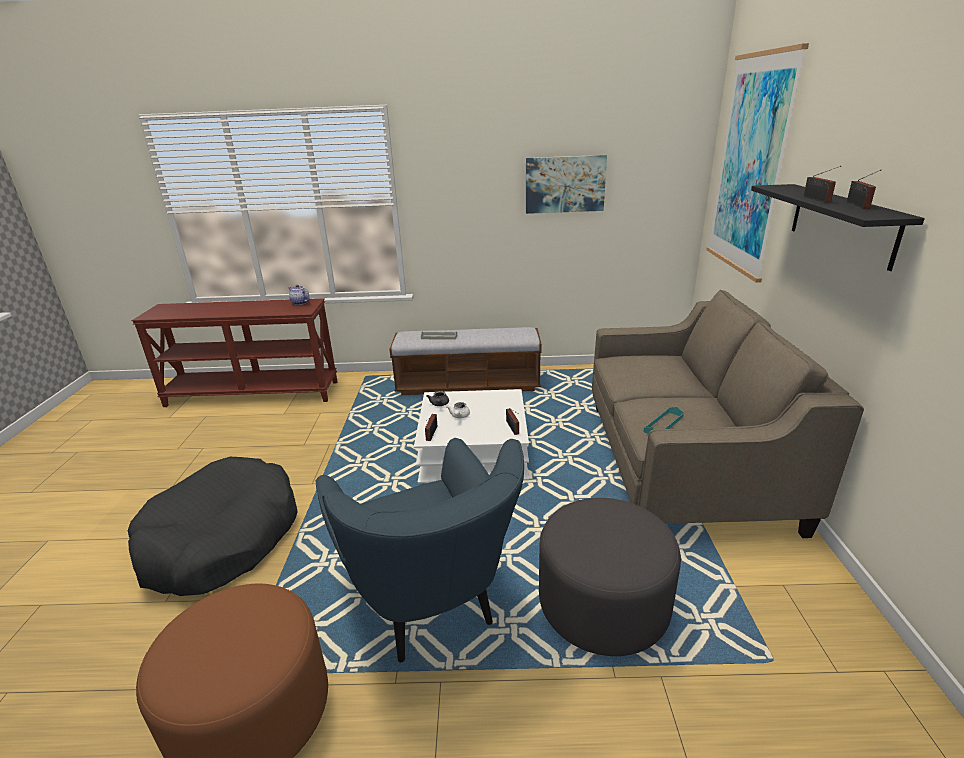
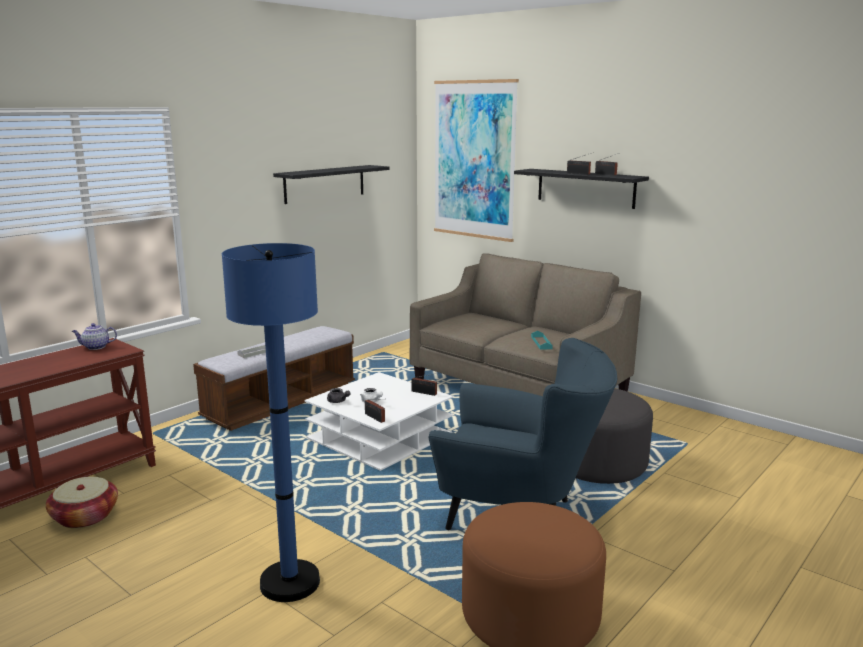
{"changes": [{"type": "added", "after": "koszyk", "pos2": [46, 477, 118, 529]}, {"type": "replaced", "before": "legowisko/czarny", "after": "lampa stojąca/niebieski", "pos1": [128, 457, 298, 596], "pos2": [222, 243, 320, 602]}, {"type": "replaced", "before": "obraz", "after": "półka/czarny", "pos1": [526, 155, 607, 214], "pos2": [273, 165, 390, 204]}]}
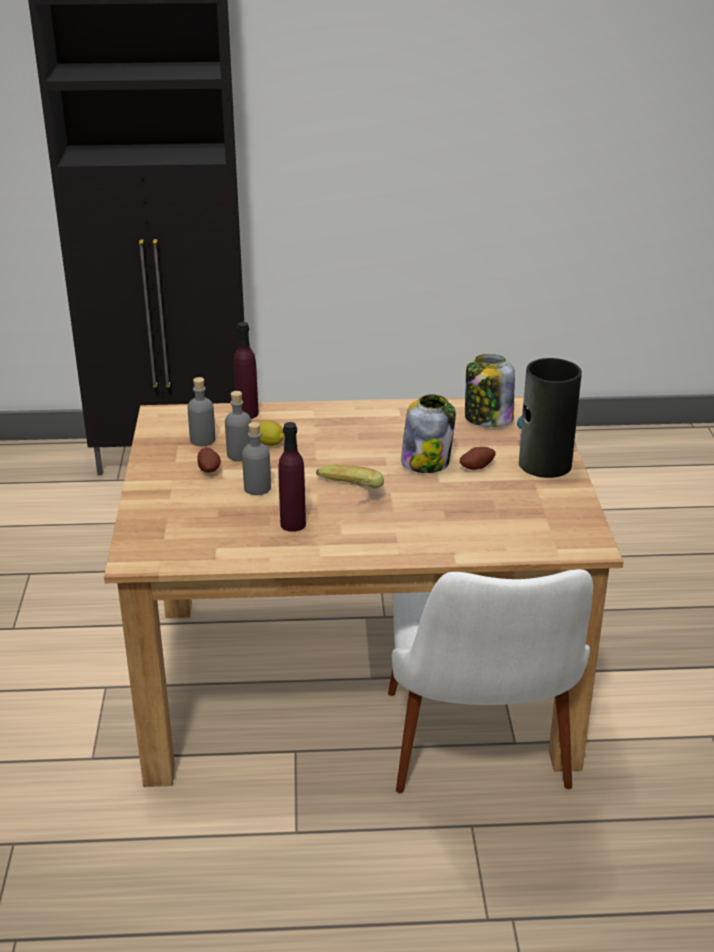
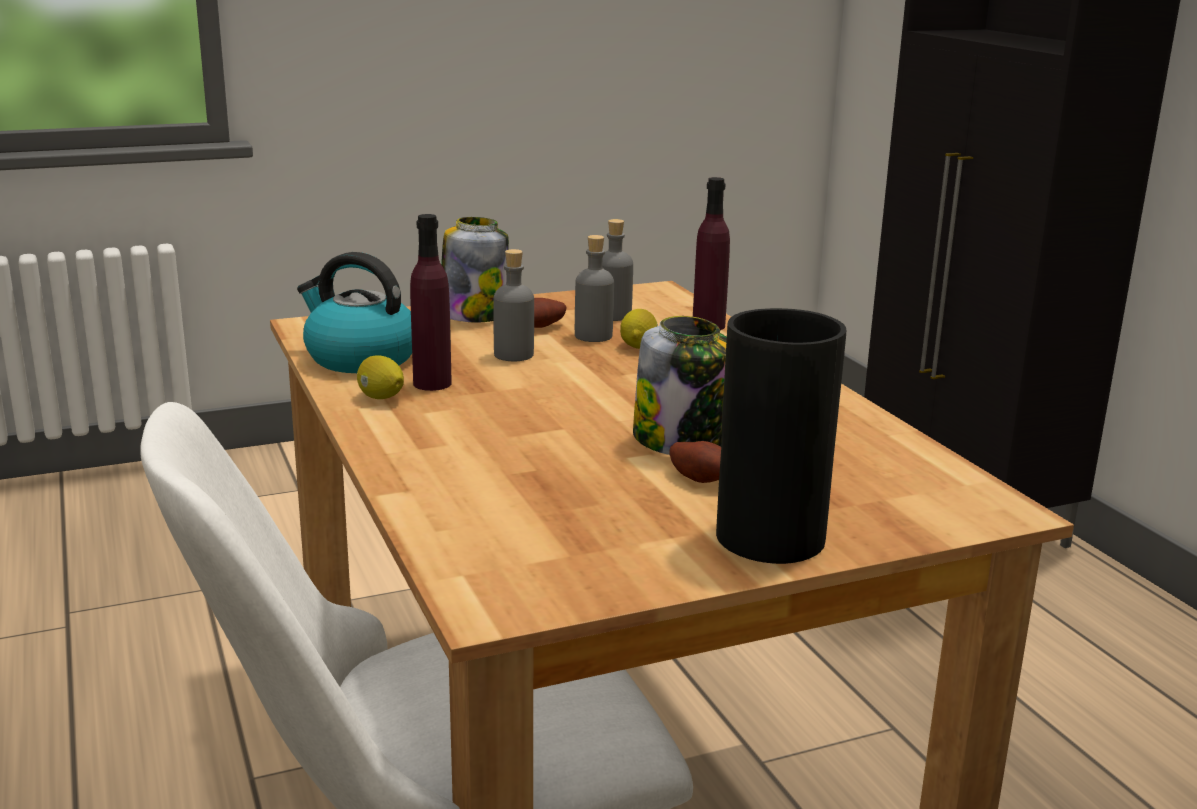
{"changes": [{"type": "removed", "before": "banan", "pos1": [316, 465, 384, 488]}, {"type": "added", "after": "czajnik", "pos2": [297, 252, 412, 373]}, {"type": "added", "after": "cytryna", "pos2": [357, 355, 404, 399]}, {"type": "moved", "before": "słoik", "pos1": [465, 354, 515, 427], "pos2": [441, 217, 509, 323]}]}
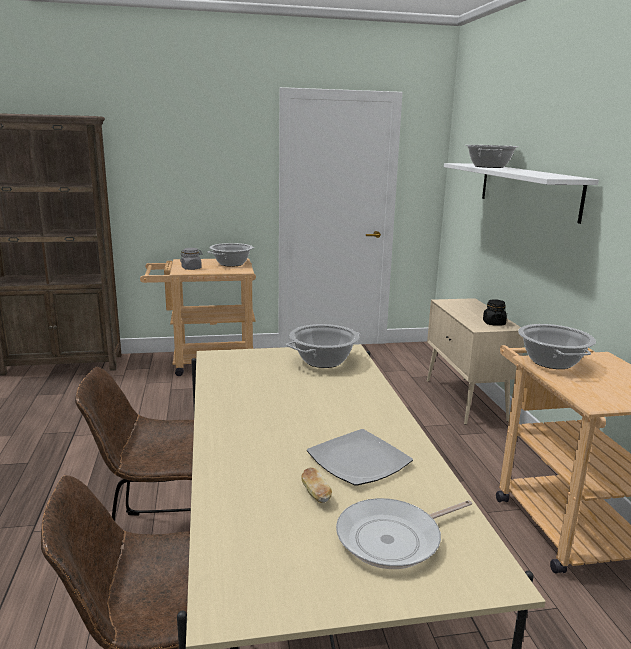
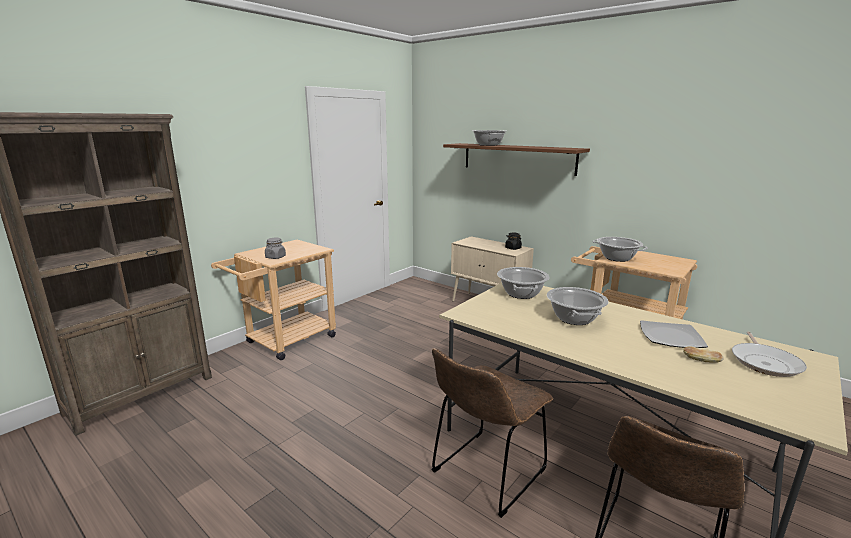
{"changes": [{"type": "moved", "before": "garnek", "pos1": [208, 243, 254, 267], "pos2": [547, 287, 609, 325]}, {"type": "recoloured", "before": "półka/biały", "after": "półka/brązowy", "pos1": [444, 163, 599, 224], "pos2": [443, 143, 590, 176]}]}
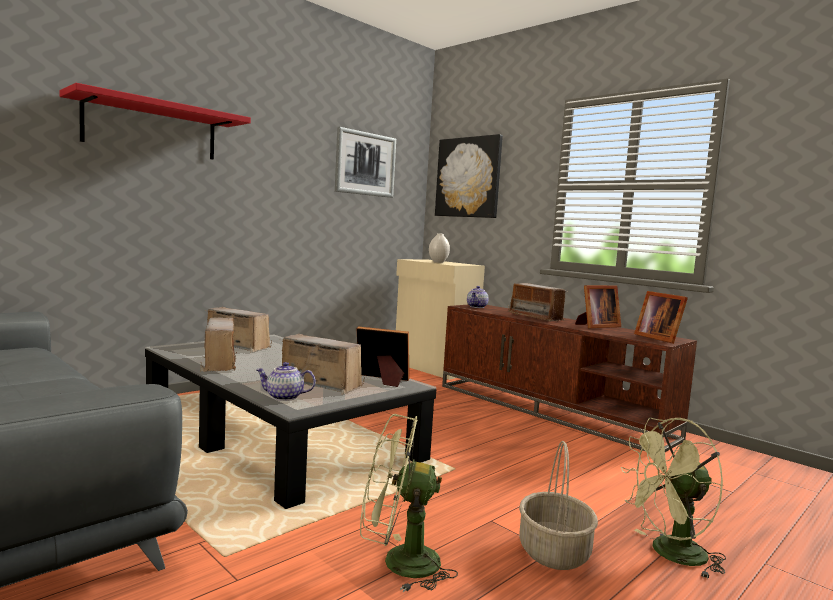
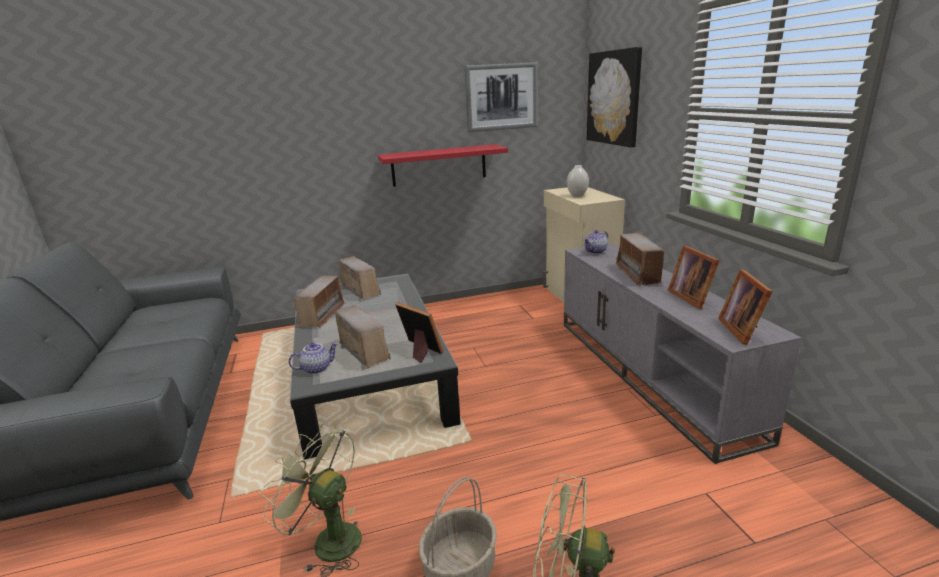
{"changes": [{"type": "moved", "before": "półka/czerwony", "pos1": [59, 83, 251, 160], "pos2": [377, 144, 508, 187]}, {"type": "recoloured", "before": "szafka pod telewizor/brązowy", "after": "szafka pod telewizor/szary", "pos1": [442, 304, 697, 452], "pos2": [564, 243, 801, 464]}, {"type": "turned", "before": "imbryk", "pos1": [256, 362, 316, 401], "pos2": [288, 342, 338, 374], "turn": 120}, {"type": "turned", "before": "ramka na zdjęcie", "pos1": [575, 285, 621, 328], "pos2": [668, 245, 720, 309], "turn": 75}]}
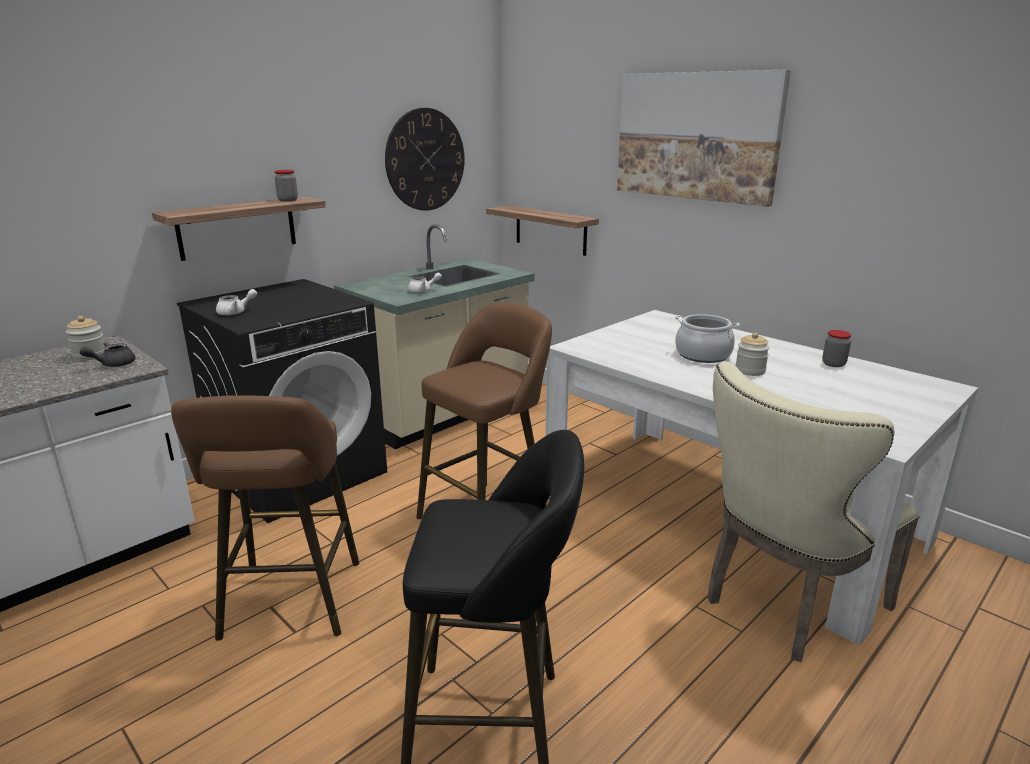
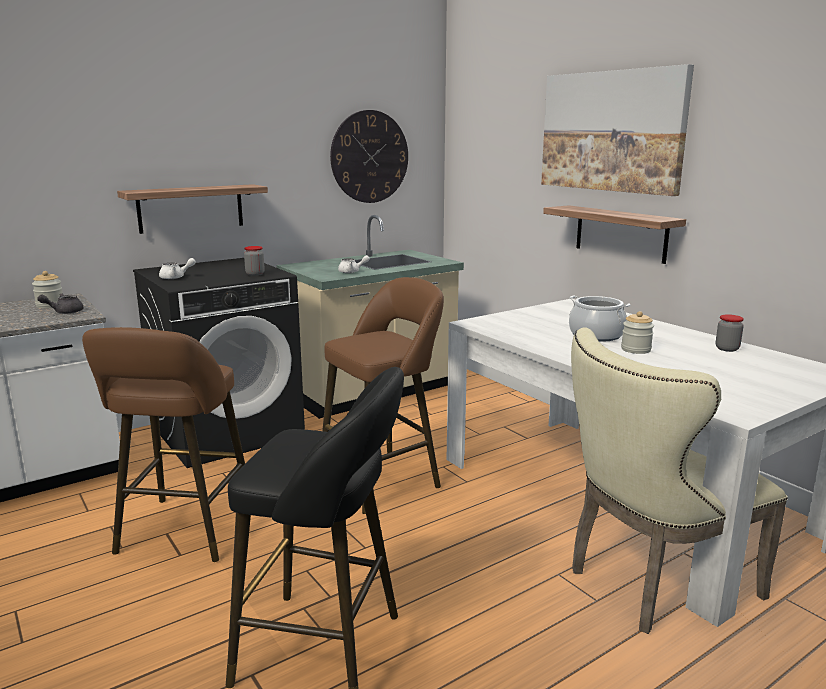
{"changes": [{"type": "moved", "before": "słoik", "pos1": [275, 170, 298, 202], "pos2": [244, 246, 265, 276]}, {"type": "moved", "before": "półka", "pos1": [486, 205, 599, 256], "pos2": [543, 205, 686, 264]}]}
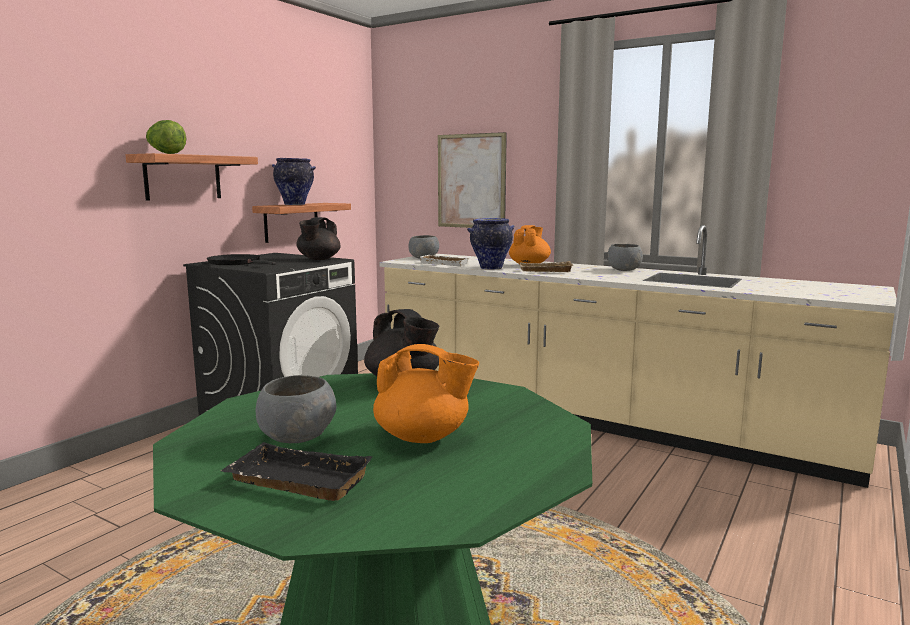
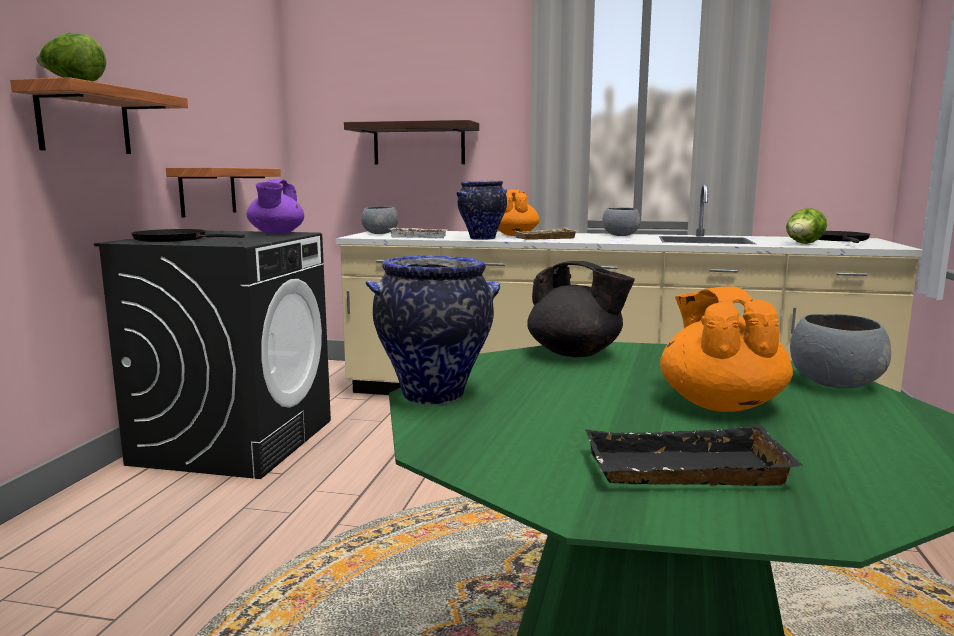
{"changes": [{"type": "added", "after": "sałata", "pos2": [786, 208, 827, 244]}, {"type": "added", "after": "patelnia/czarny", "pos2": [818, 231, 870, 243]}, {"type": "moved", "before": "miska/szary", "pos1": [256, 375, 336, 443], "pos2": [790, 314, 891, 388]}, {"type": "moved", "before": "wazon", "pos1": [272, 158, 316, 205], "pos2": [366, 255, 500, 405]}, {"type": "replaced", "before": "obraz", "after": "półka", "pos1": [438, 132, 507, 228], "pos2": [344, 120, 479, 164]}, {"type": "recoloured", "before": "imbryk/czarny", "after": "imbryk/fioletowy", "pos1": [296, 217, 341, 260], "pos2": [247, 179, 304, 234]}, {"type": "turned", "before": "imbryk/pomarańczowy", "pos1": [373, 344, 479, 443], "pos2": [660, 286, 793, 412], "turn": -90}]}
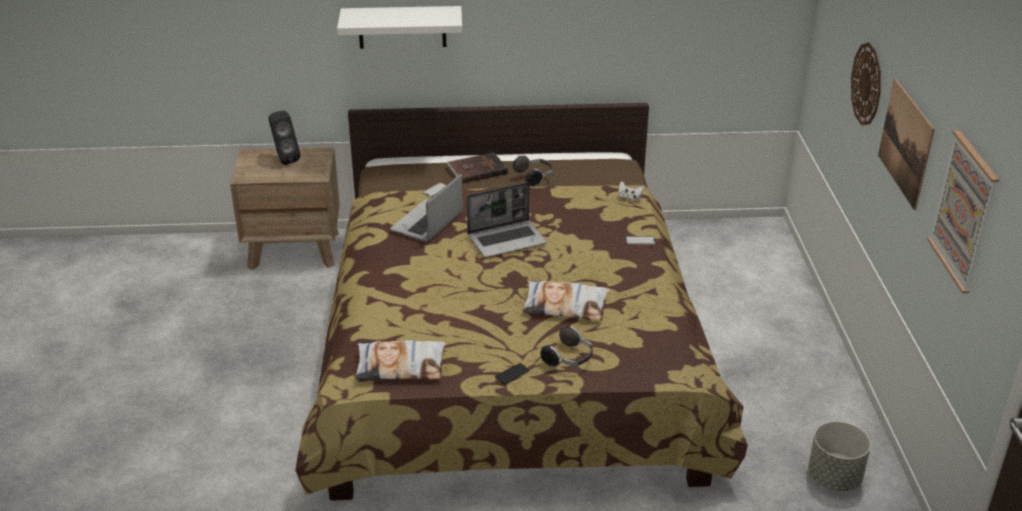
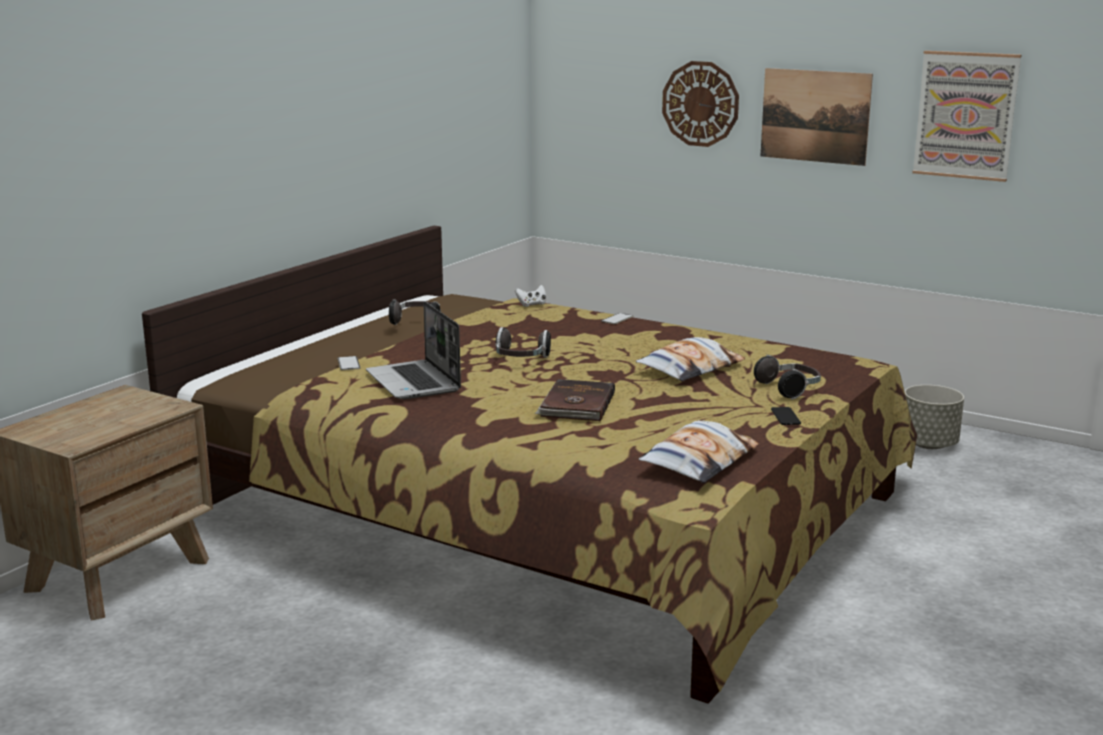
{"changes": [{"type": "removed", "before": "głośnik/czarny", "pos1": [269, 110, 301, 165]}, {"type": "removed", "before": "półka/biały", "pos1": [337, 6, 462, 49]}, {"type": "moved", "before": "książka/brązowy", "pos1": [447, 153, 508, 183], "pos2": [535, 379, 615, 421]}, {"type": "replaced", "before": "laptop", "after": "słuchawki", "pos1": [467, 182, 547, 257], "pos2": [495, 327, 551, 358]}]}
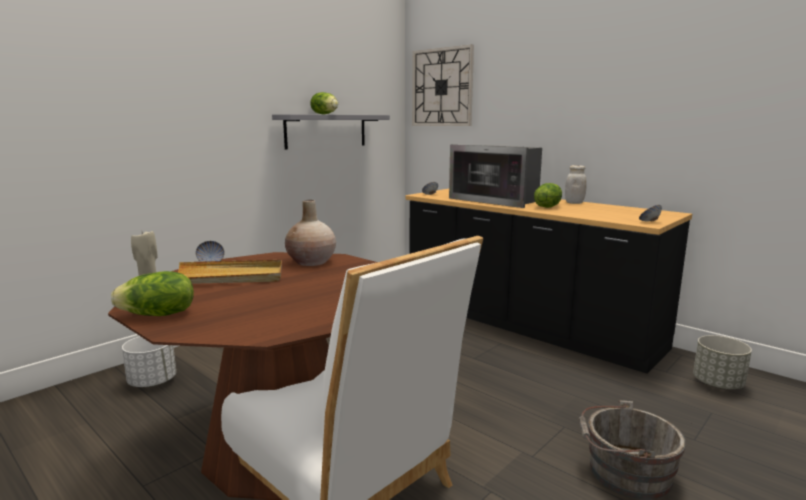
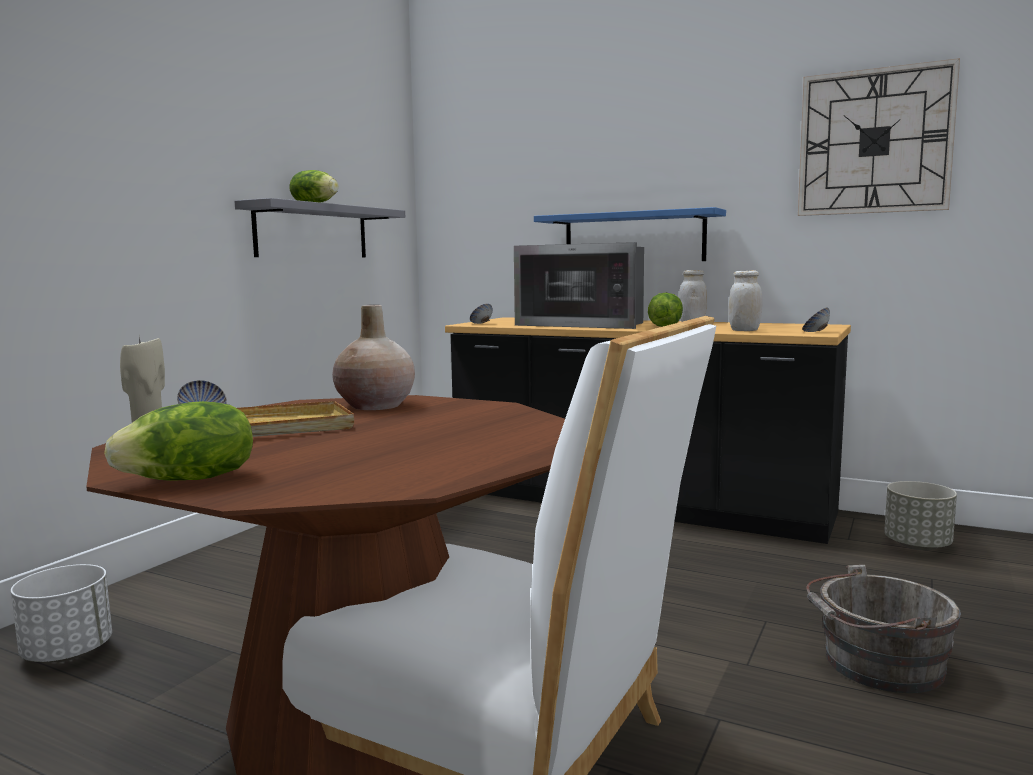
{"changes": [{"type": "added", "after": "półka/niebieski", "pos2": [534, 207, 726, 261]}, {"type": "added", "after": "słoik/biały", "pos2": [728, 270, 762, 331]}, {"type": "moved", "before": "zegar ścienny", "pos1": [412, 44, 474, 126], "pos2": [798, 58, 960, 216]}]}
